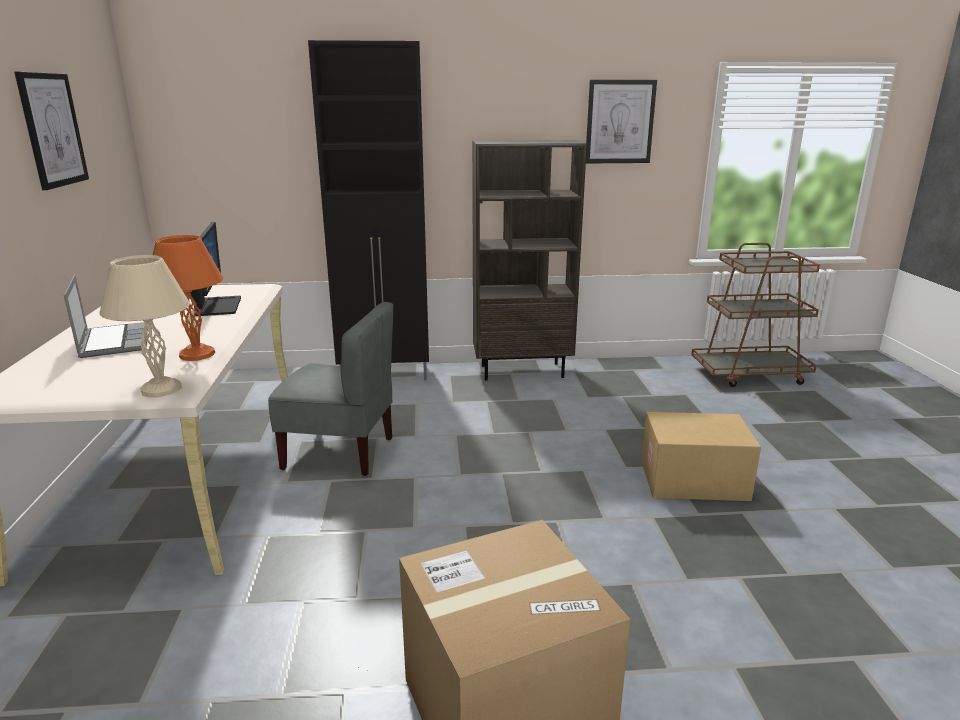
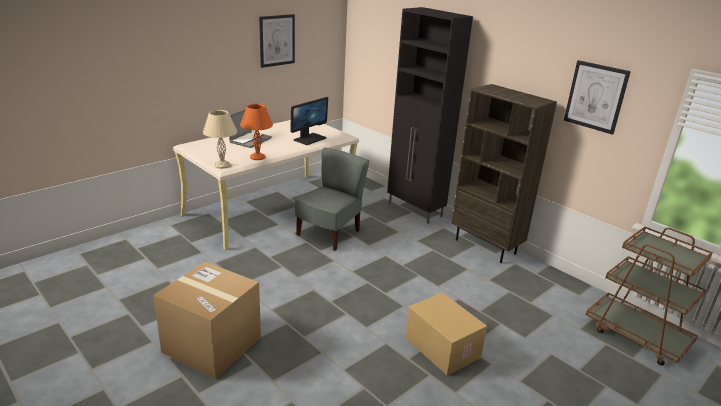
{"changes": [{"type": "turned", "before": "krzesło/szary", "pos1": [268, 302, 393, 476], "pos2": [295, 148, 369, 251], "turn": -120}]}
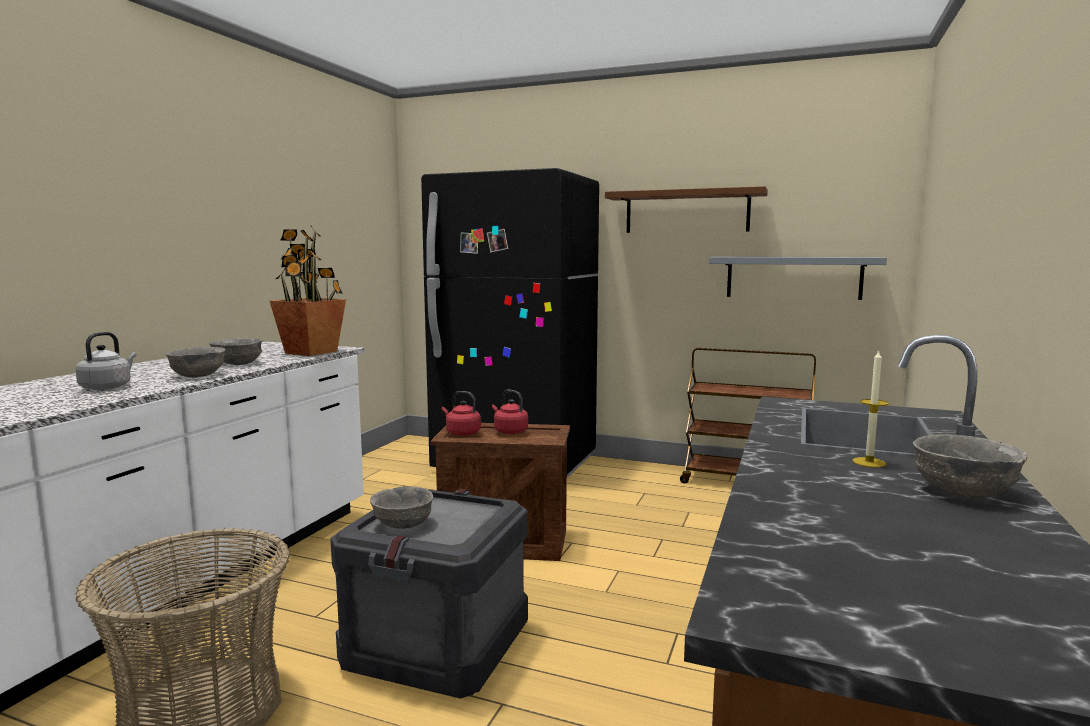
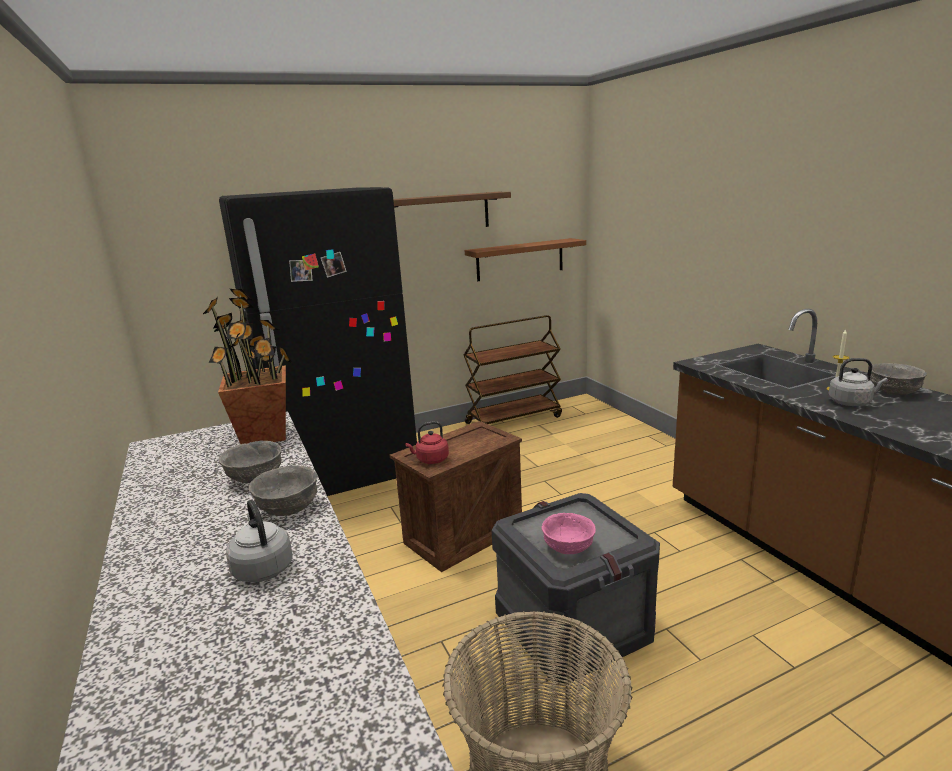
{"changes": [{"type": "removed", "before": "czajnik/czerwony", "pos1": [492, 390, 528, 434]}, {"type": "added", "after": "czajnik/szary", "pos2": [828, 358, 888, 406]}, {"type": "recoloured", "before": "miska/szary", "after": "miska/różowy", "pos1": [370, 486, 433, 529], "pos2": [542, 513, 596, 554]}, {"type": "recoloured", "before": "półka/szary", "after": "półka/brązowy", "pos1": [709, 257, 887, 300], "pos2": [465, 238, 586, 281]}]}
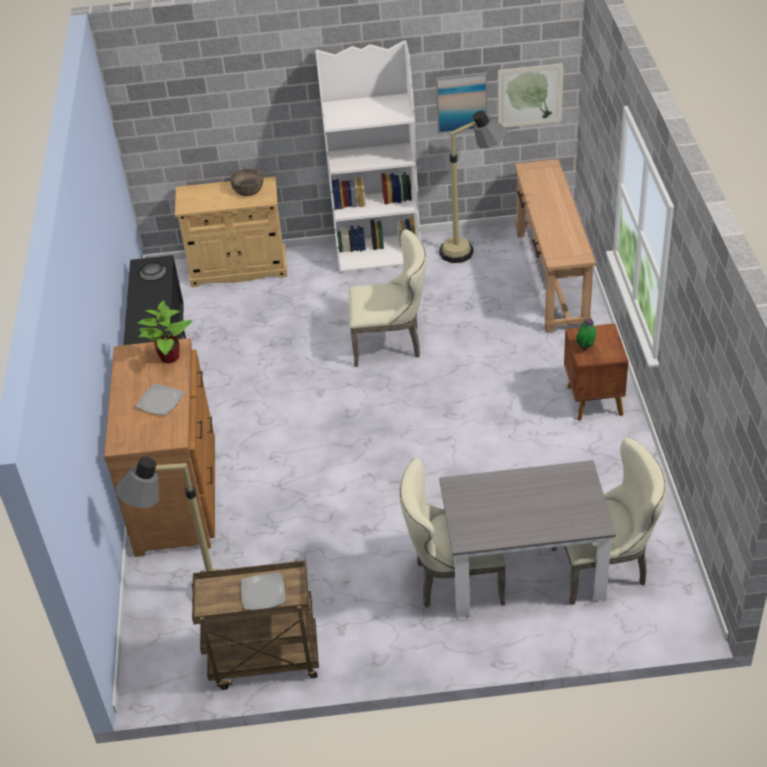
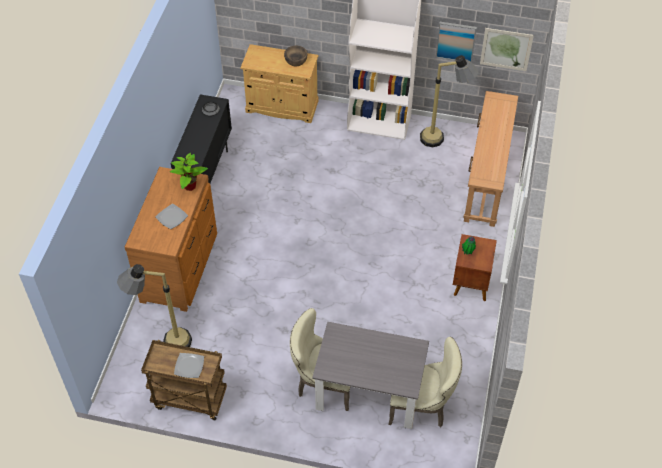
{"changes": [{"type": "removed", "before": "krzesło/beżowy", "pos1": [348, 229, 426, 367]}]}
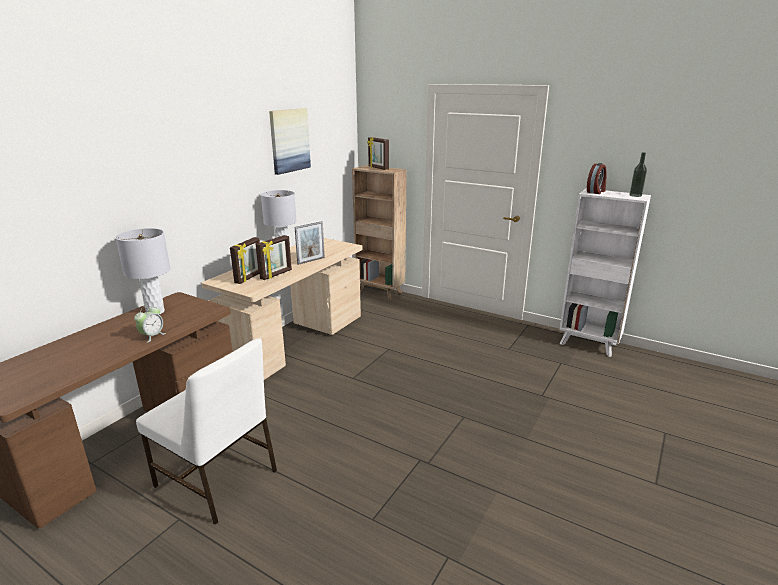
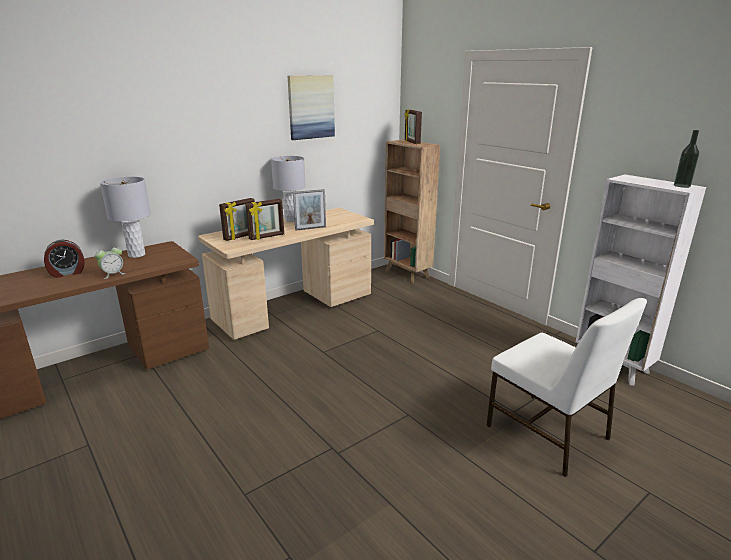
{"changes": [{"type": "moved", "before": "krzesło/biały", "pos1": [136, 338, 277, 525], "pos2": [486, 298, 647, 477]}, {"type": "moved", "before": "budzik", "pos1": [587, 163, 606, 194], "pos2": [44, 240, 84, 278]}]}
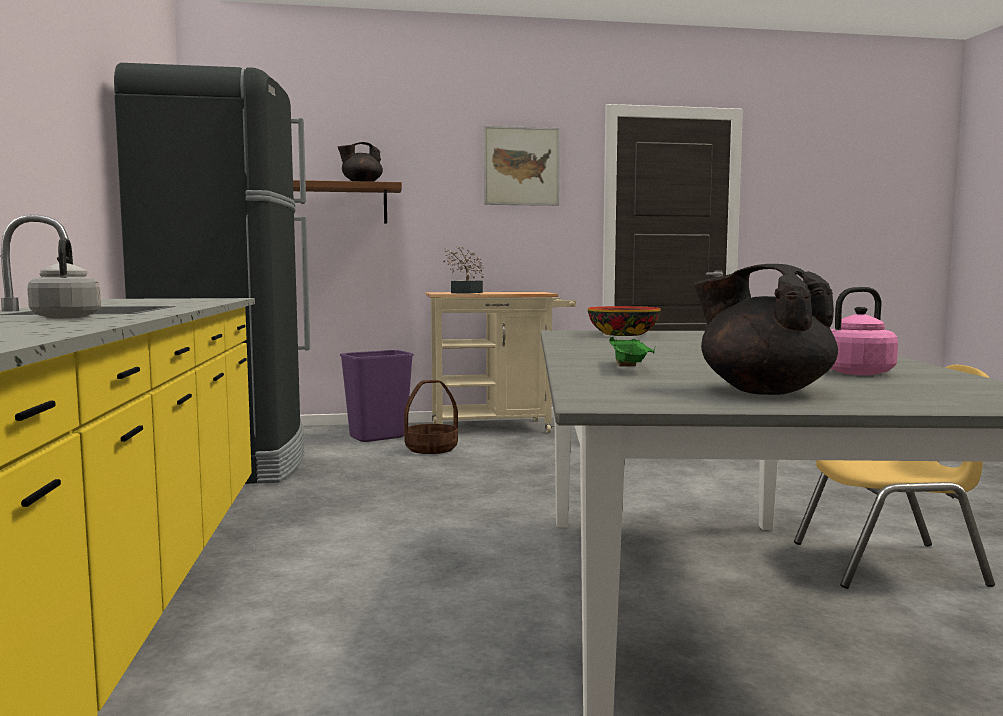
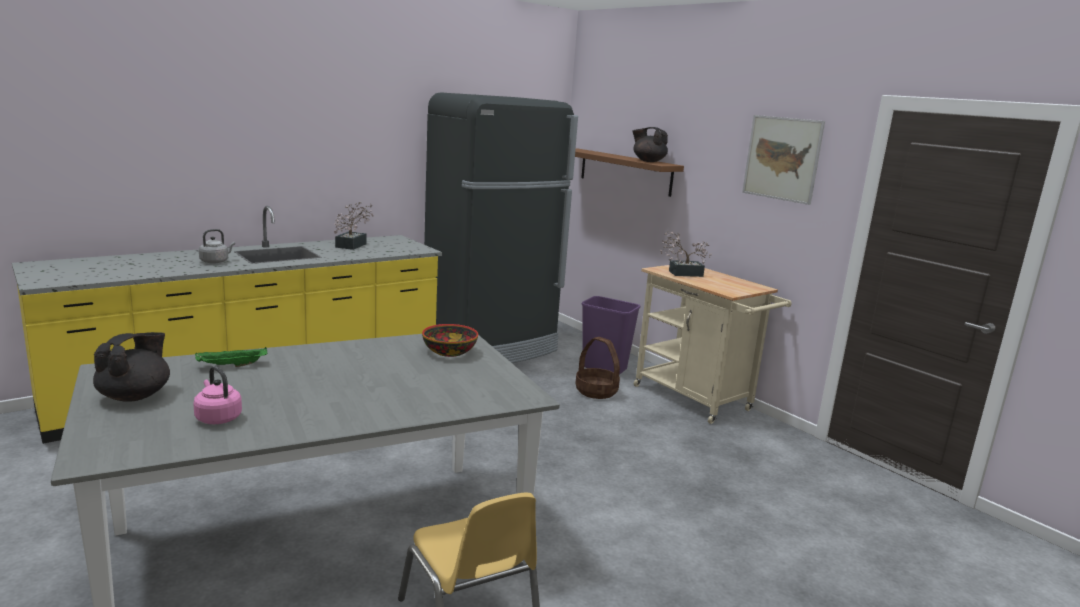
{"changes": [{"type": "added", "after": "roślina doniczkowa", "pos2": [334, 201, 374, 250]}]}
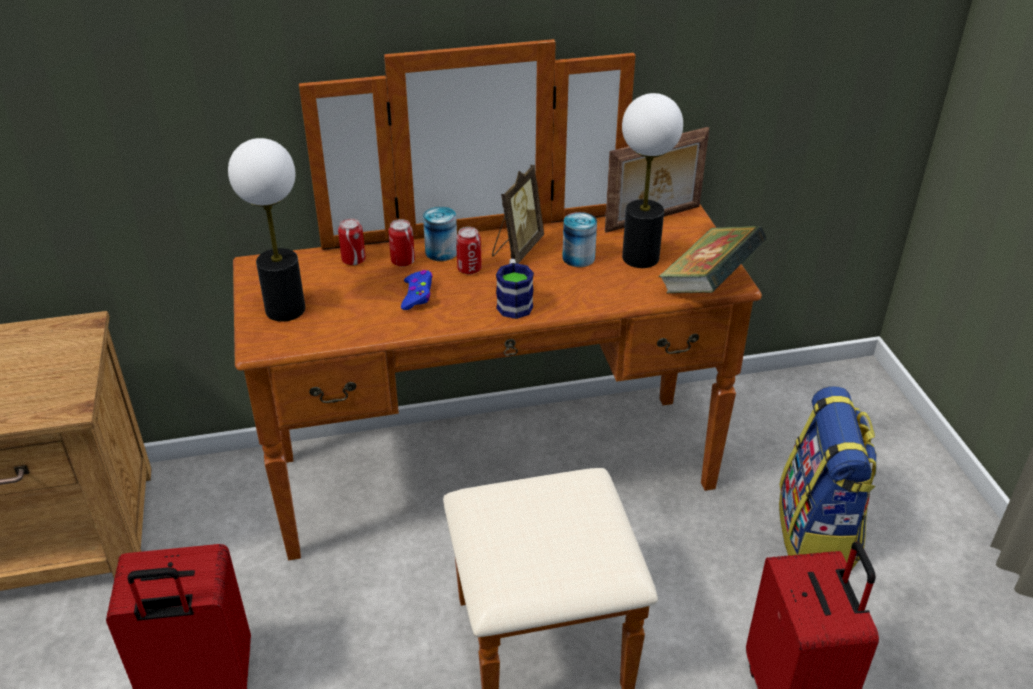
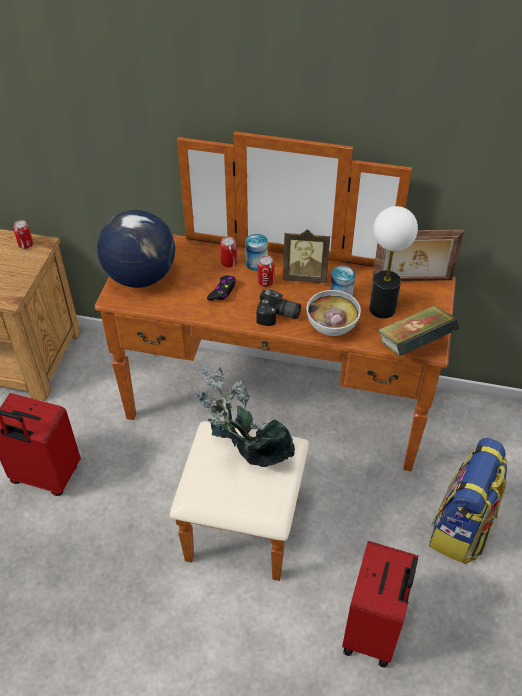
{"changes": [{"type": "added", "after": "roślina doniczkowa", "pos2": [194, 366, 295, 467]}, {"type": "added", "after": "miska", "pos2": [307, 290, 361, 336]}, {"type": "moved", "before": "puszka", "pos1": [338, 218, 366, 265], "pos2": [13, 220, 33, 249]}, {"type": "replaced", "before": "lampa stołowa", "after": "globus", "pos1": [228, 138, 305, 322], "pos2": [97, 210, 175, 288]}, {"type": "replaced", "before": "kubek", "after": "aparat fotograficzny", "pos1": [496, 259, 534, 319], "pos2": [256, 289, 301, 326]}, {"type": "recoloured", "before": "pad do gier/niebieski", "after": "pad do gier/czarny", "pos1": [401, 270, 433, 310], "pos2": [207, 276, 236, 301]}, {"type": "turned", "before": "ramka na zdjęcie", "pos1": [492, 165, 544, 264], "pos2": [283, 229, 330, 283], "turn": 45}]}
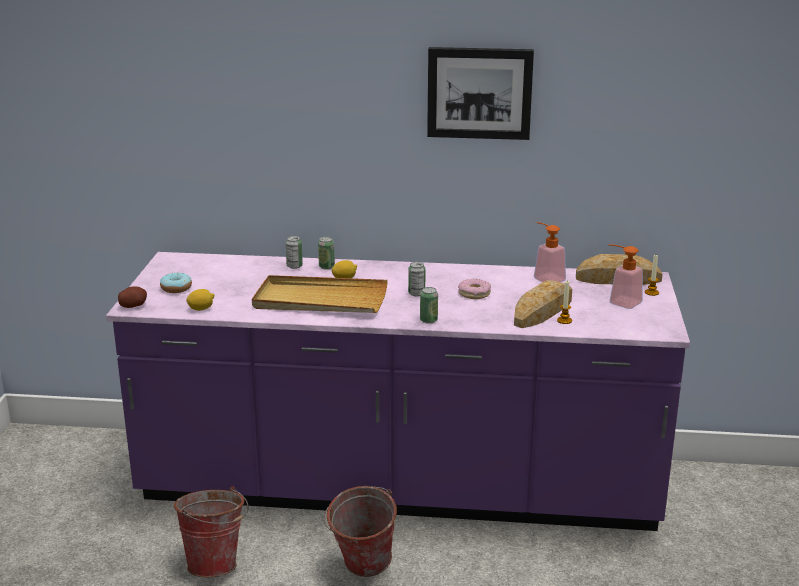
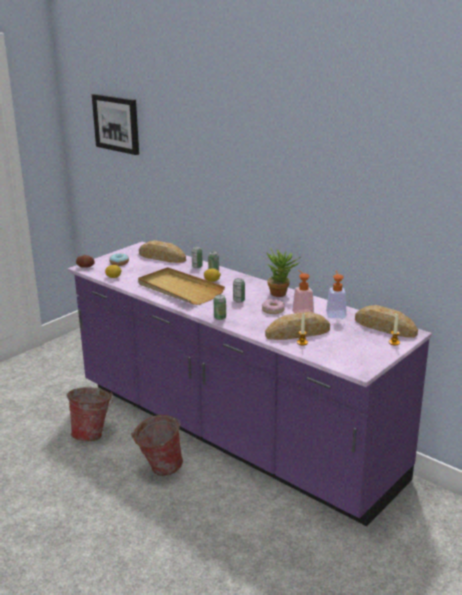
{"changes": [{"type": "added", "after": "chleb", "pos2": [139, 240, 186, 263]}, {"type": "added", "after": "roślina doniczkowa", "pos2": [266, 248, 302, 297]}, {"type": "moved", "before": "obraz", "pos1": [427, 47, 534, 140], "pos2": [92, 94, 139, 155]}, {"type": "moved", "before": "dozownik mydła", "pos1": [609, 244, 643, 309], "pos2": [292, 270, 314, 314]}]}
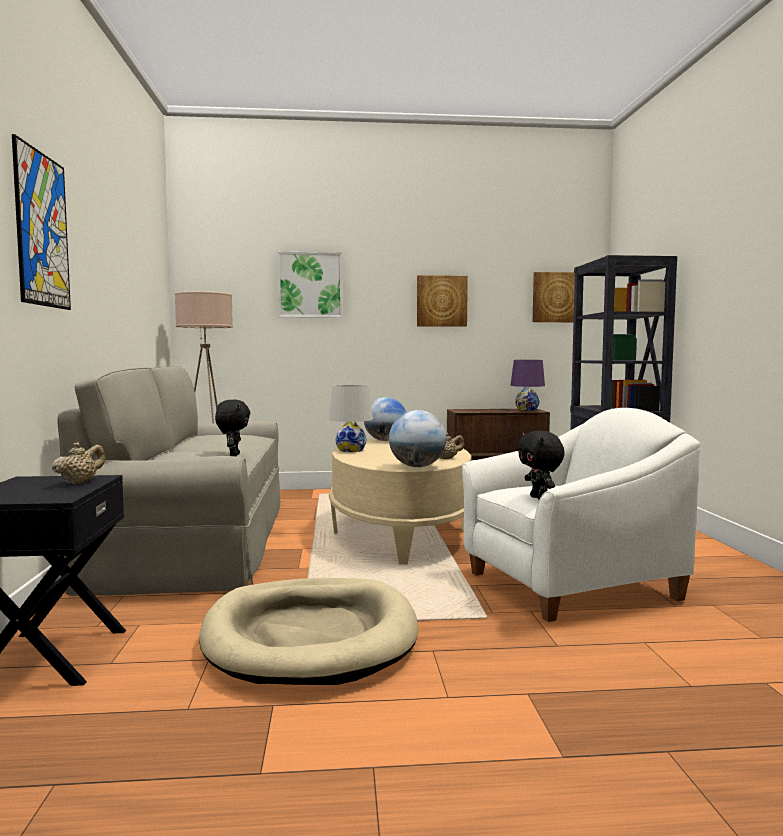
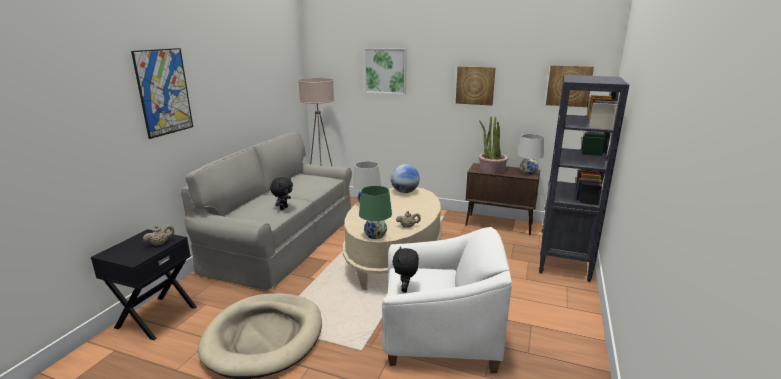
{"changes": [{"type": "added", "after": "roślina doniczkowa", "pos2": [478, 116, 508, 174]}, {"type": "replaced", "before": "globus", "after": "lampa stołowa/zielony", "pos1": [389, 410, 446, 467], "pos2": [359, 186, 392, 239]}, {"type": "recoloured", "before": "lampa stołowa/fioletowy", "after": "lampa stołowa/biały", "pos1": [510, 360, 545, 411], "pos2": [517, 134, 544, 175]}]}
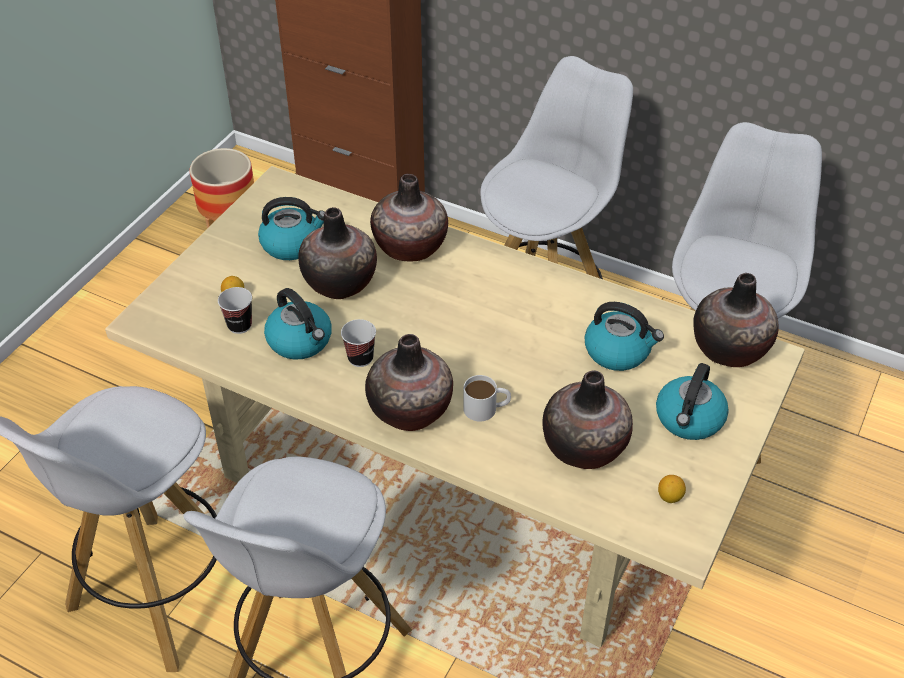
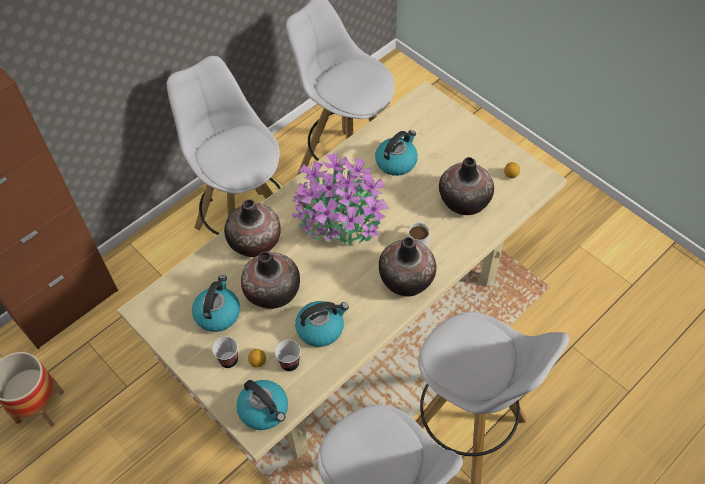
{"changes": [{"type": "removed", "before": "wazon", "pos1": [693, 273, 779, 367]}, {"type": "added", "after": "roślina doniczkowa", "pos2": [292, 152, 389, 246]}, {"type": "moved", "before": "filiżanka", "pos1": [341, 319, 376, 367], "pos2": [212, 337, 238, 368]}, {"type": "moved", "before": "czajnik", "pos1": [656, 363, 729, 440], "pos2": [237, 380, 288, 430]}]}
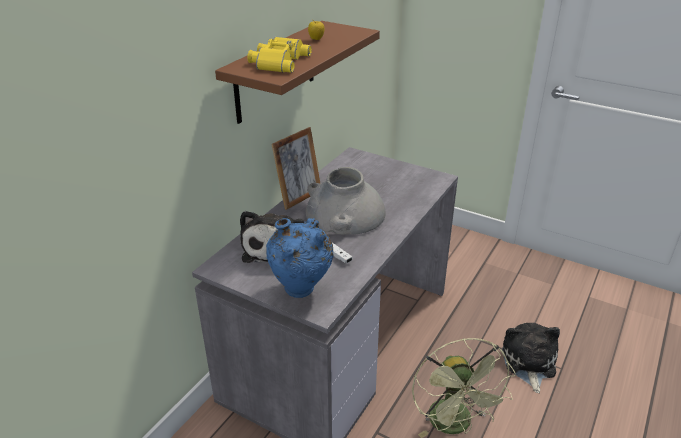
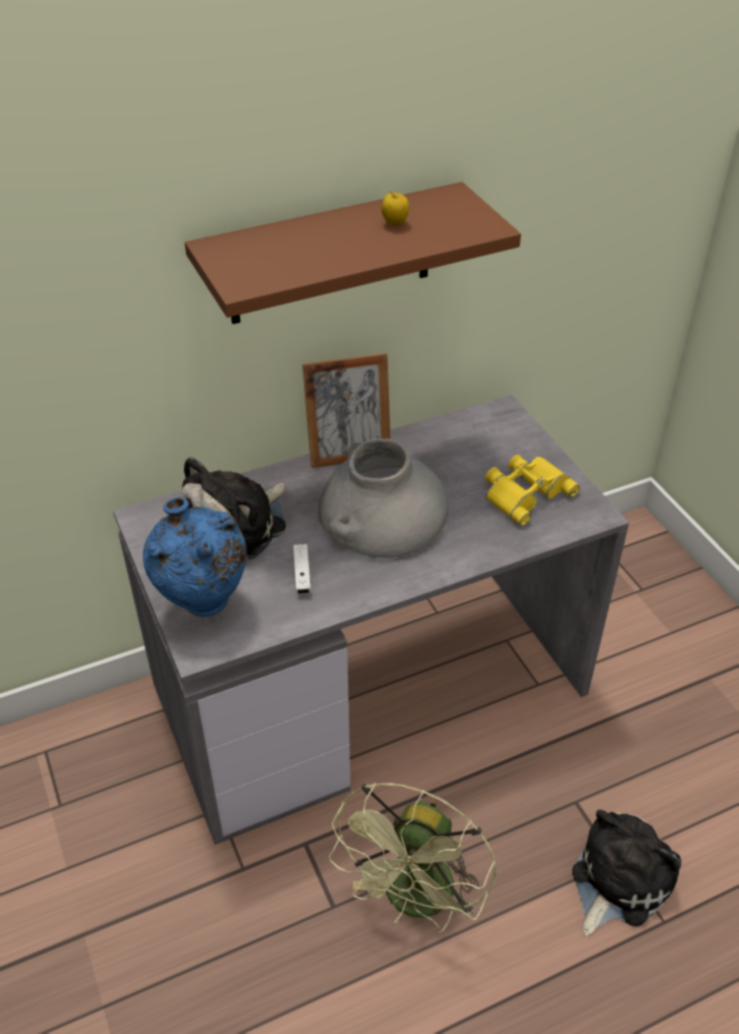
{"changes": [{"type": "moved", "before": "lornetka/żółty", "pos1": [247, 37, 312, 73], "pos2": [485, 455, 580, 526]}]}
